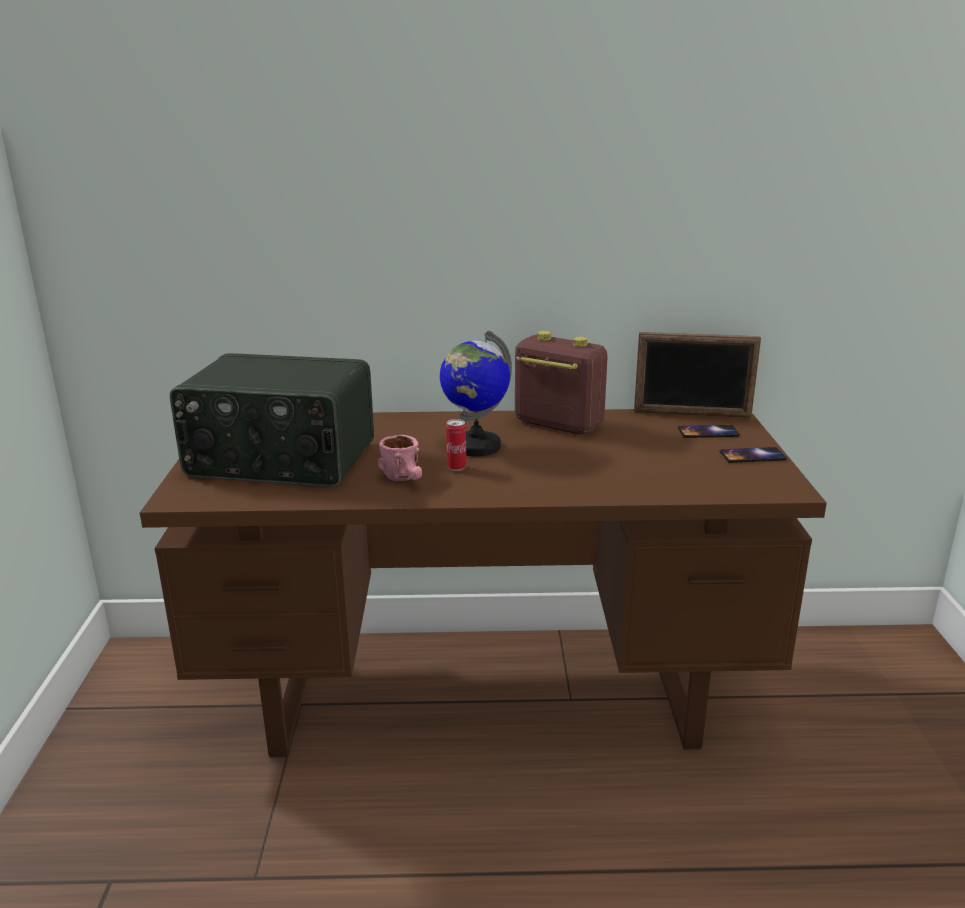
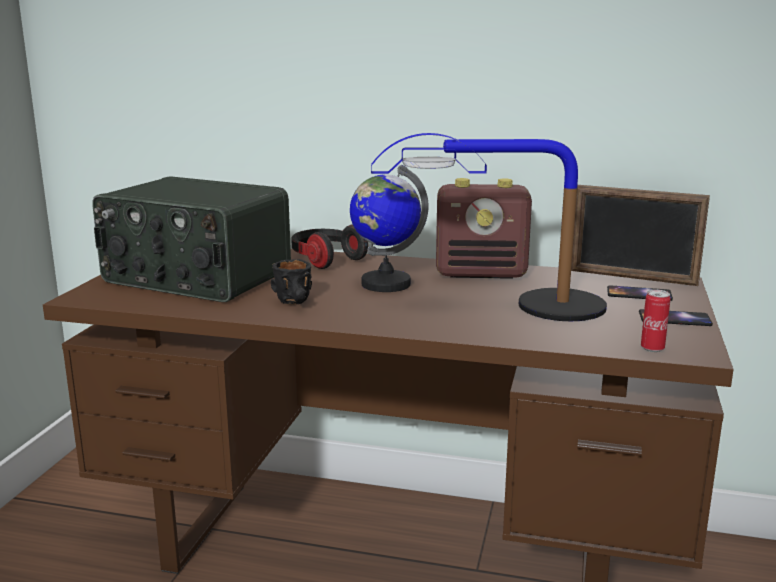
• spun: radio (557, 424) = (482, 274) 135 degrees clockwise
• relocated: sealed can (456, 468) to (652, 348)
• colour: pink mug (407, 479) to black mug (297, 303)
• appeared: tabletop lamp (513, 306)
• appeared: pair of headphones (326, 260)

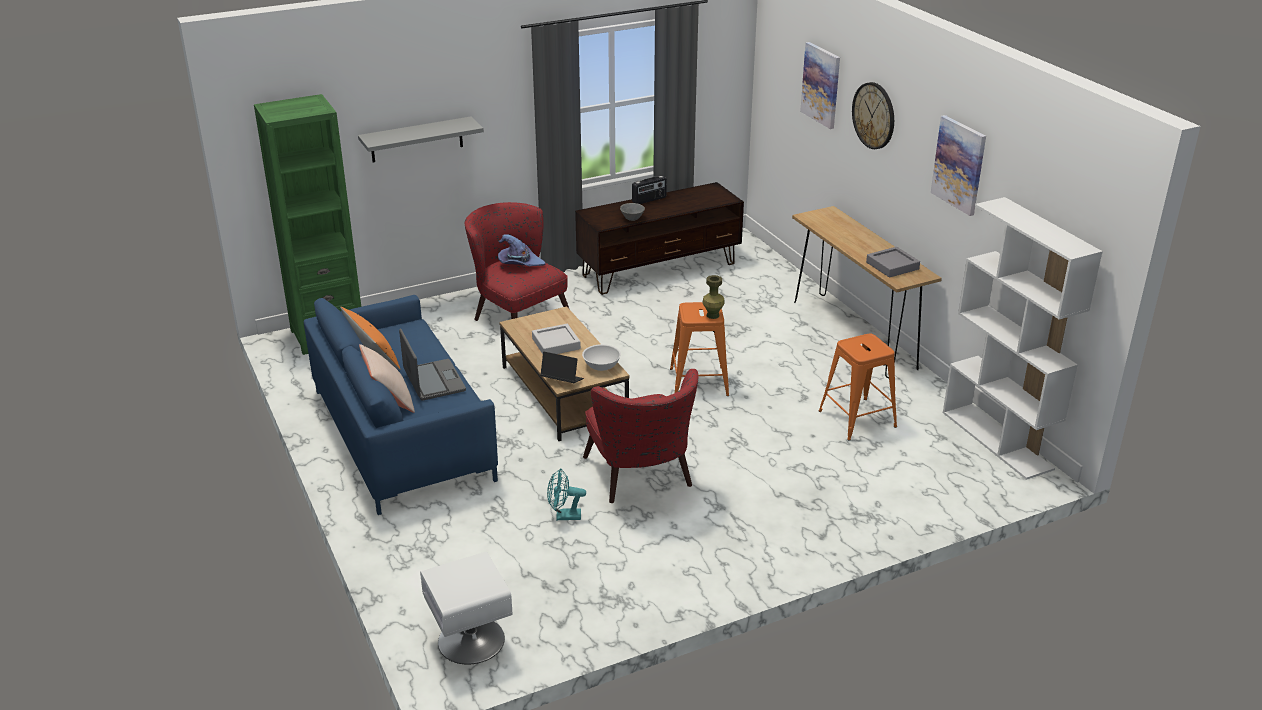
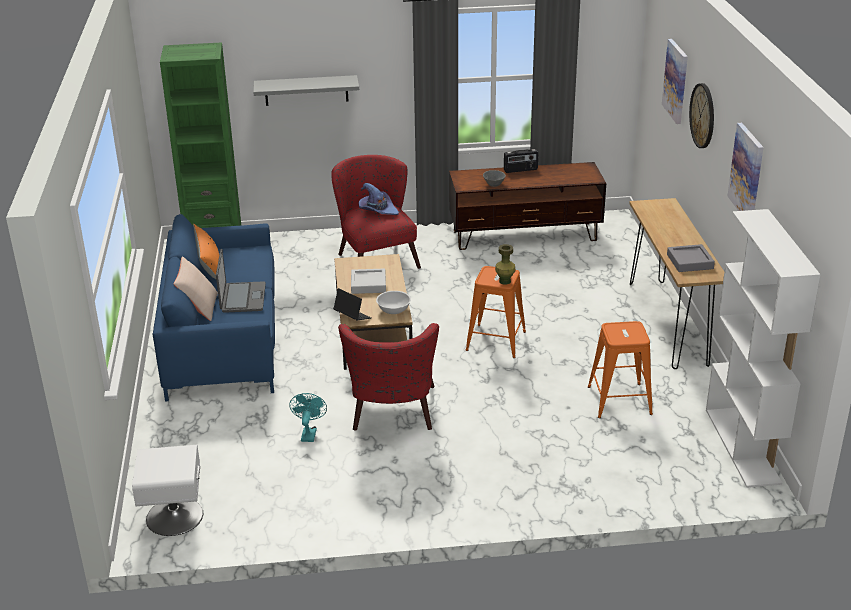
• spun: blue-green electric fan (564, 516) = (309, 433) 75 degrees clockwise

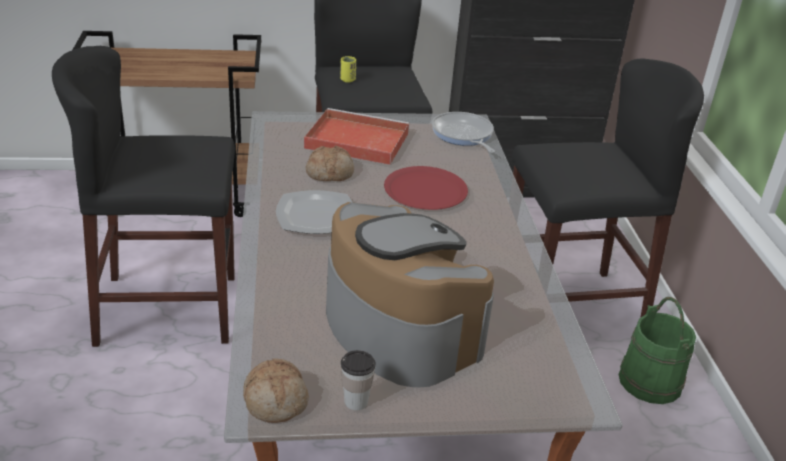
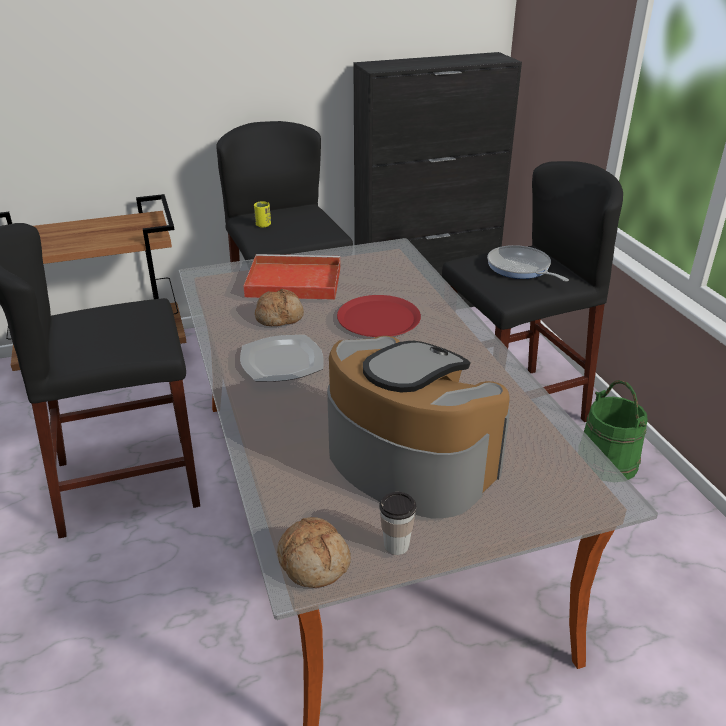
• relocated: pan (463, 135) to (520, 268)

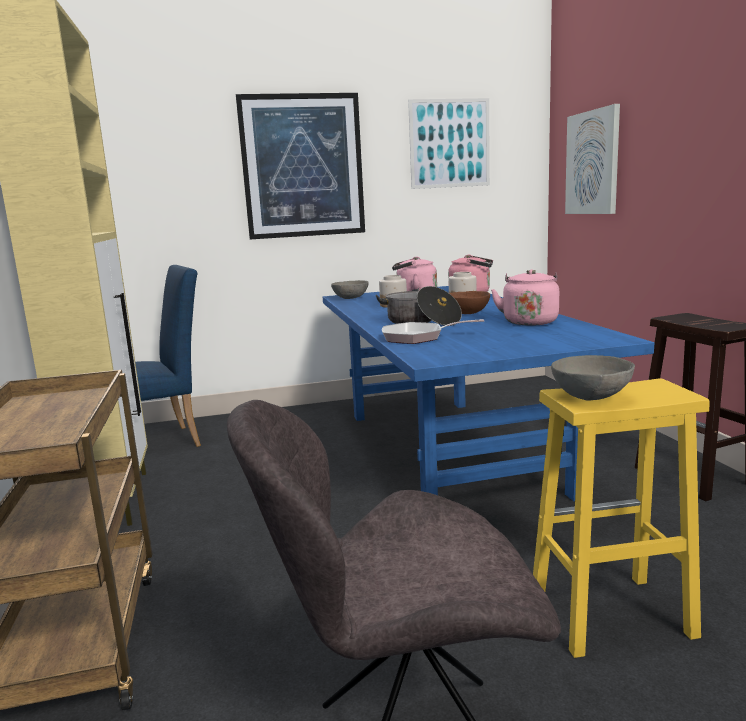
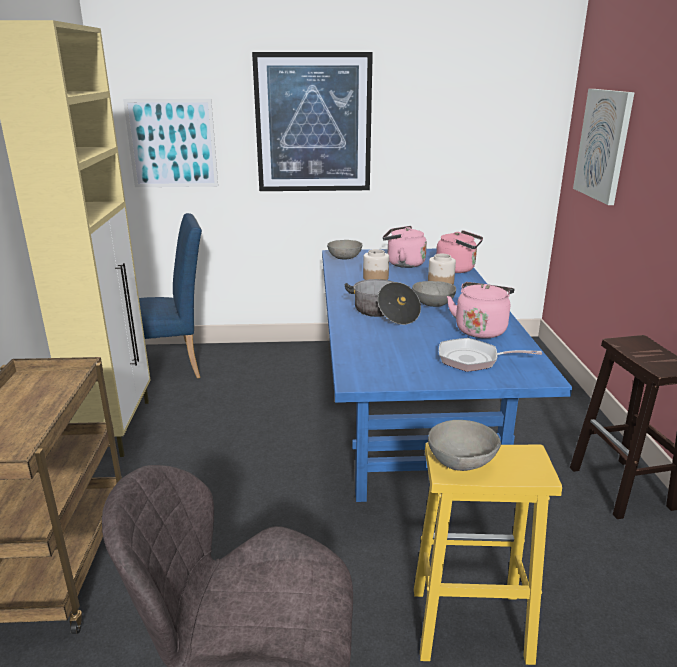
• relocated: wall art (449, 143) to (172, 143)
• colour: brown-coloured bowl (466, 313) to gray bowl (432, 304)
• relocated: pan (418, 337) to (473, 360)

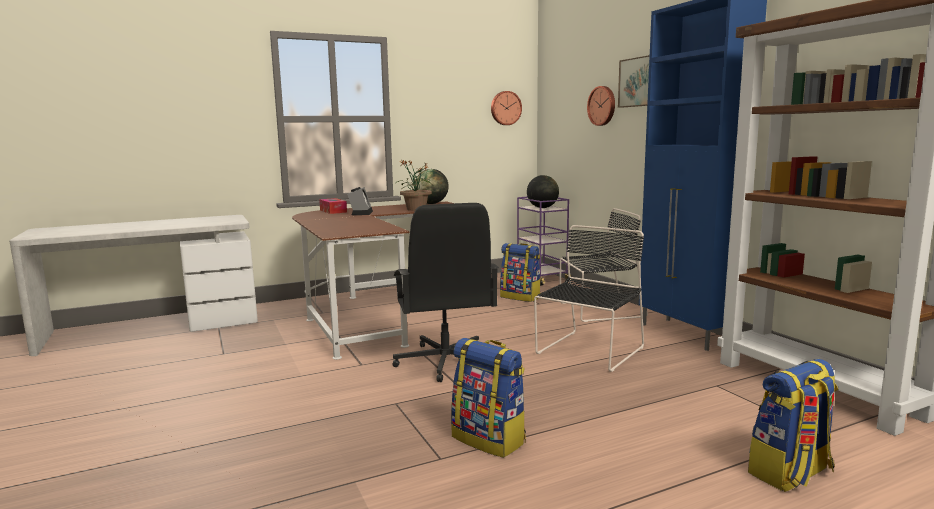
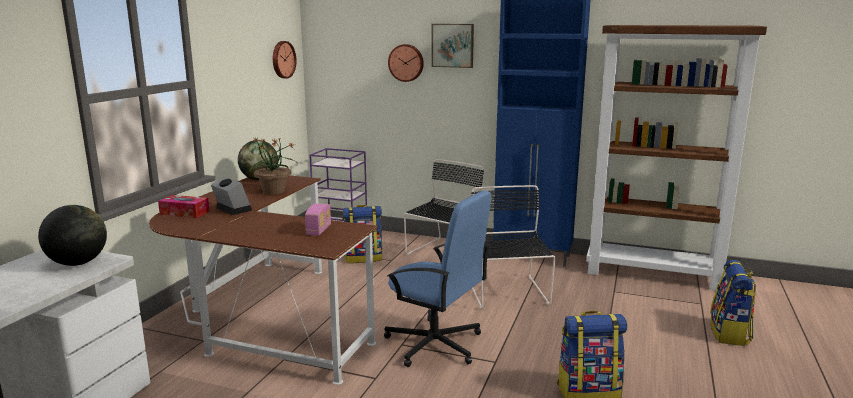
• relocated: globe (542, 208) to (78, 263)
• colour: black desk chair (445, 362) to blue desk chair (435, 344)
• appeared: radio (319, 230)

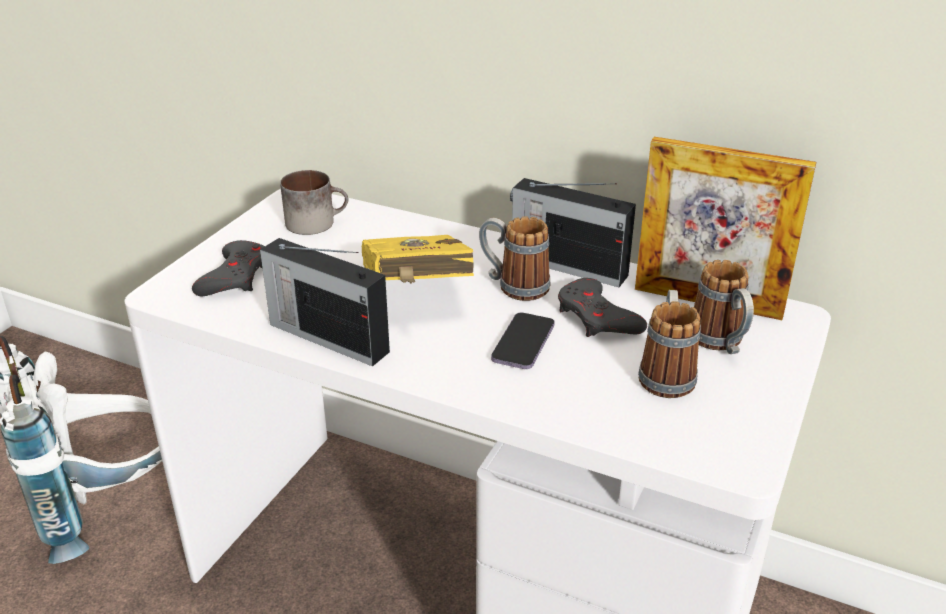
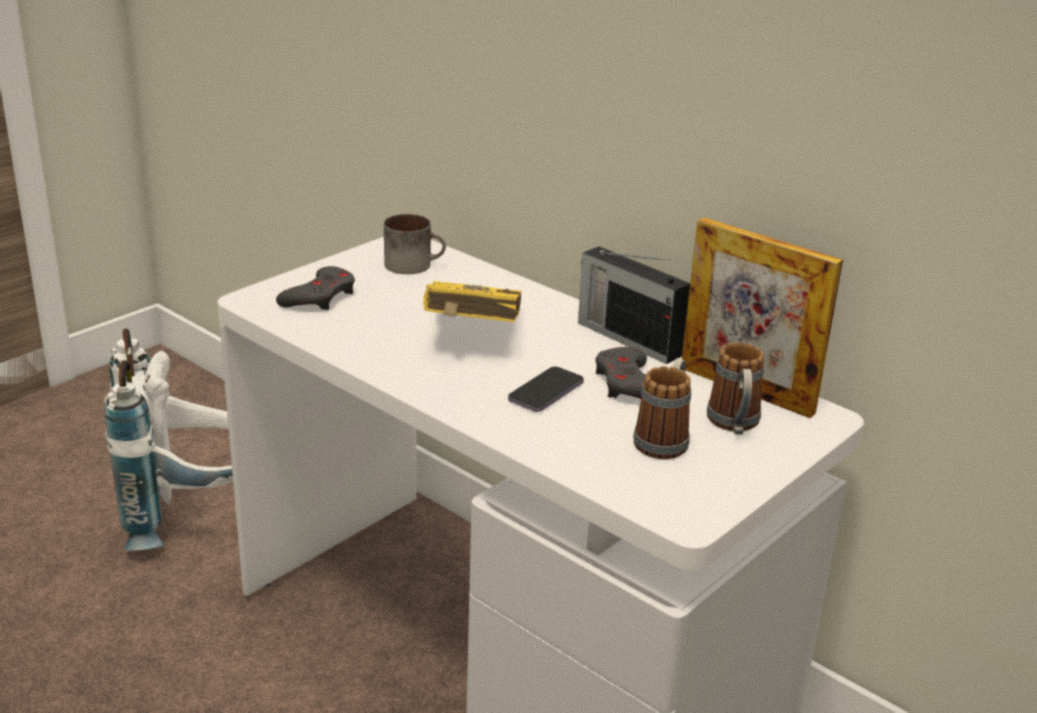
• missing: mug (513, 285)
• missing: radio (327, 337)

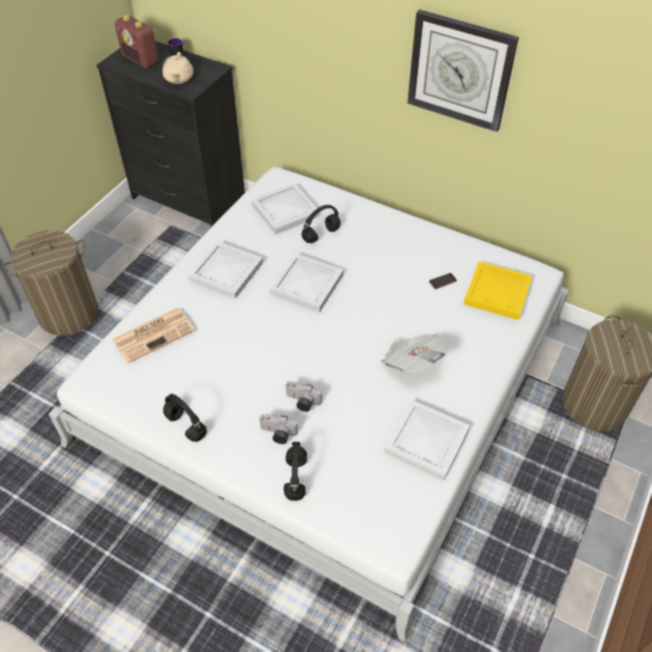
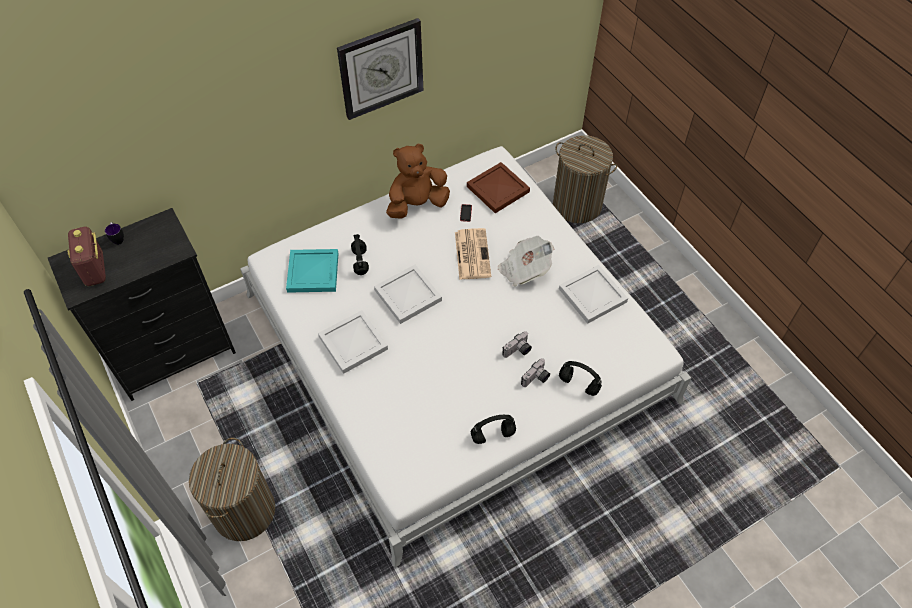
• spun: radio (141, 60) = (95, 270) 90 degrees clockwise
• missing: beige-coloured pot for tea (178, 78)
• colour: white-coloured serving tray (285, 211) to blue-green serving tray (314, 273)
• colour: yellow serving tray (496, 292) to brown-coloured serving tray (498, 190)
• relocated: newspaper (154, 334) to (472, 253)
• appeared: brown-coloured soft toy (417, 204)

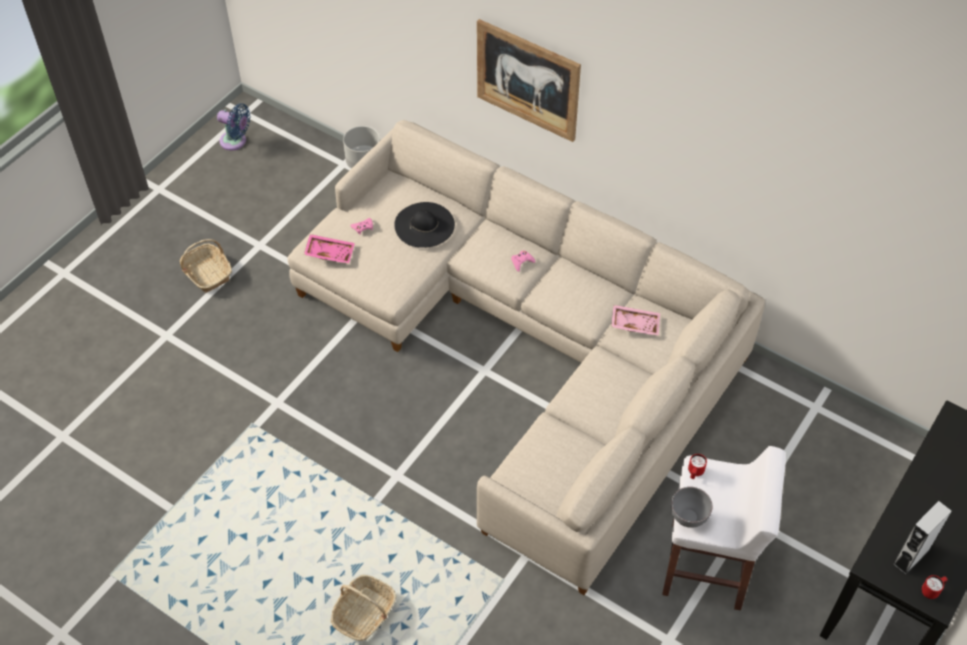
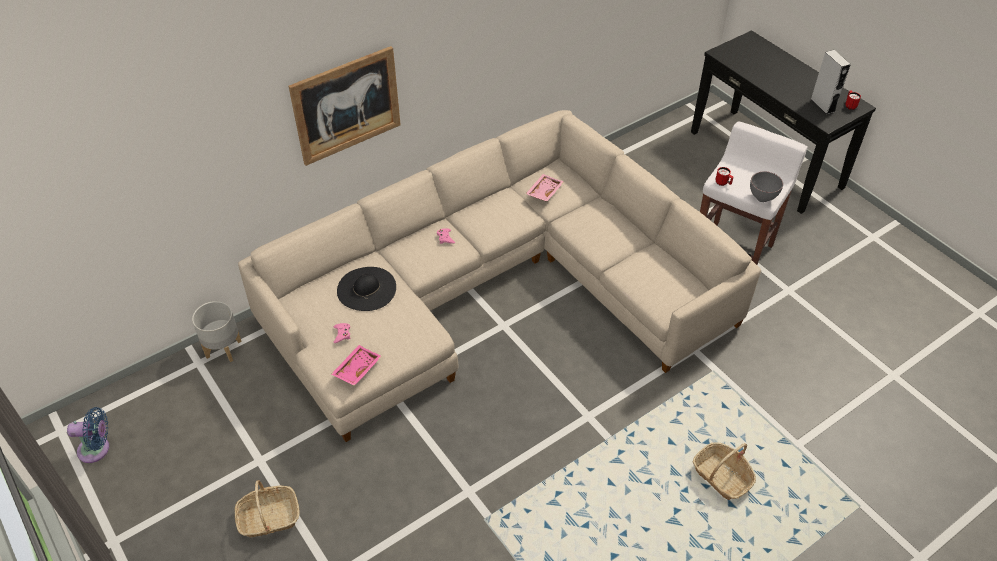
• spun: blue electric fan (235, 142) = (97, 449) 45 degrees clockwise

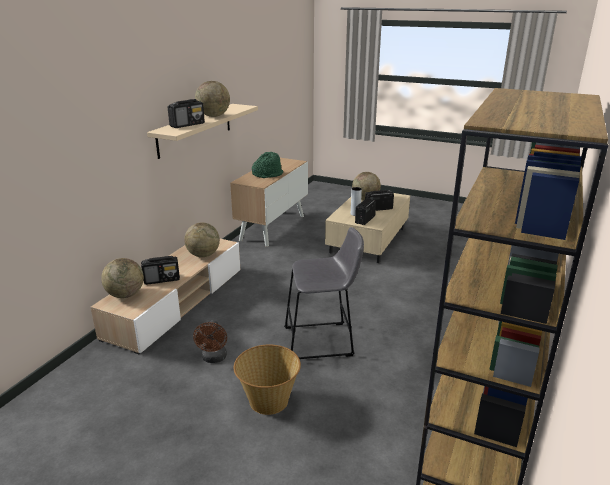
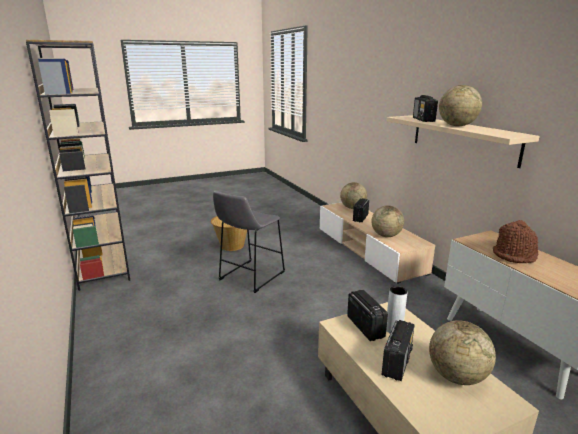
• colour: green-coloured wearable hat (267, 174) to brown-coloured wearable hat (514, 255)
• missing: brown-coloured electric fan (214, 358)

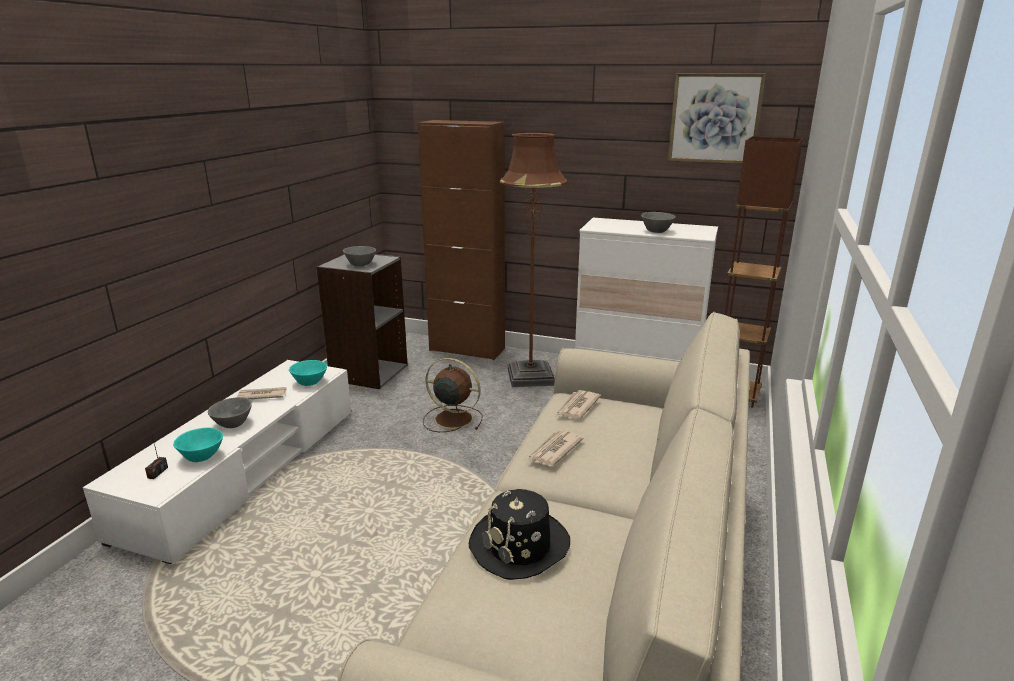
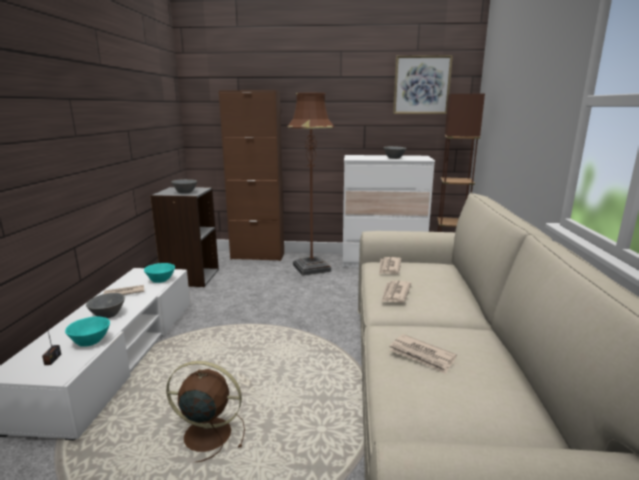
• relocated: brown-coloured electric fan (452, 419) to (205, 434)
• exchanged: black wearable hat (520, 545) to newspaper (422, 356)

